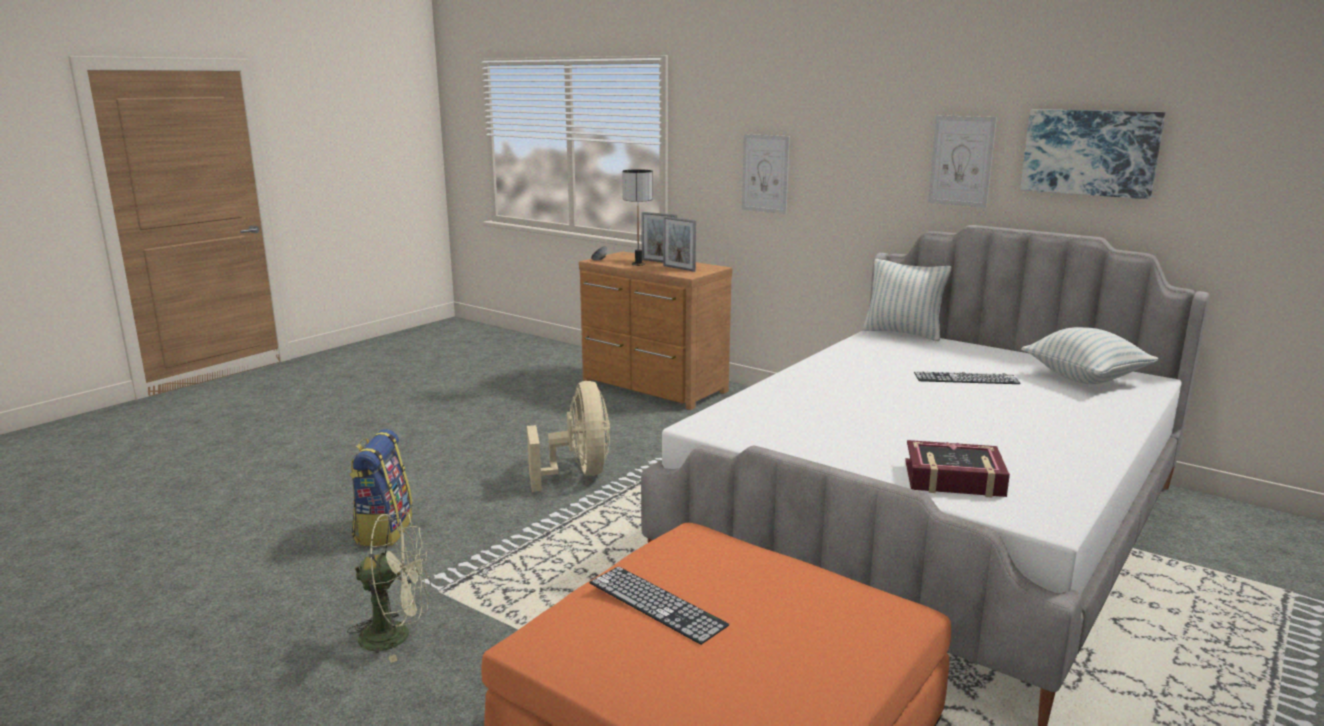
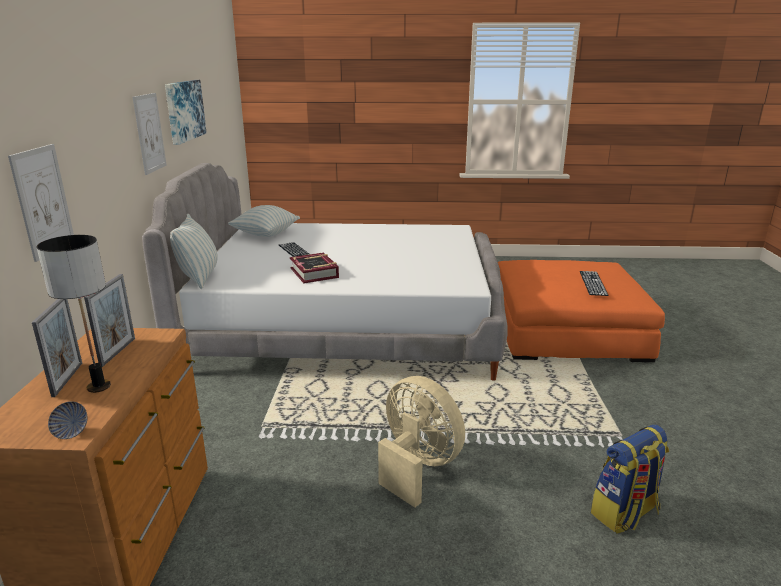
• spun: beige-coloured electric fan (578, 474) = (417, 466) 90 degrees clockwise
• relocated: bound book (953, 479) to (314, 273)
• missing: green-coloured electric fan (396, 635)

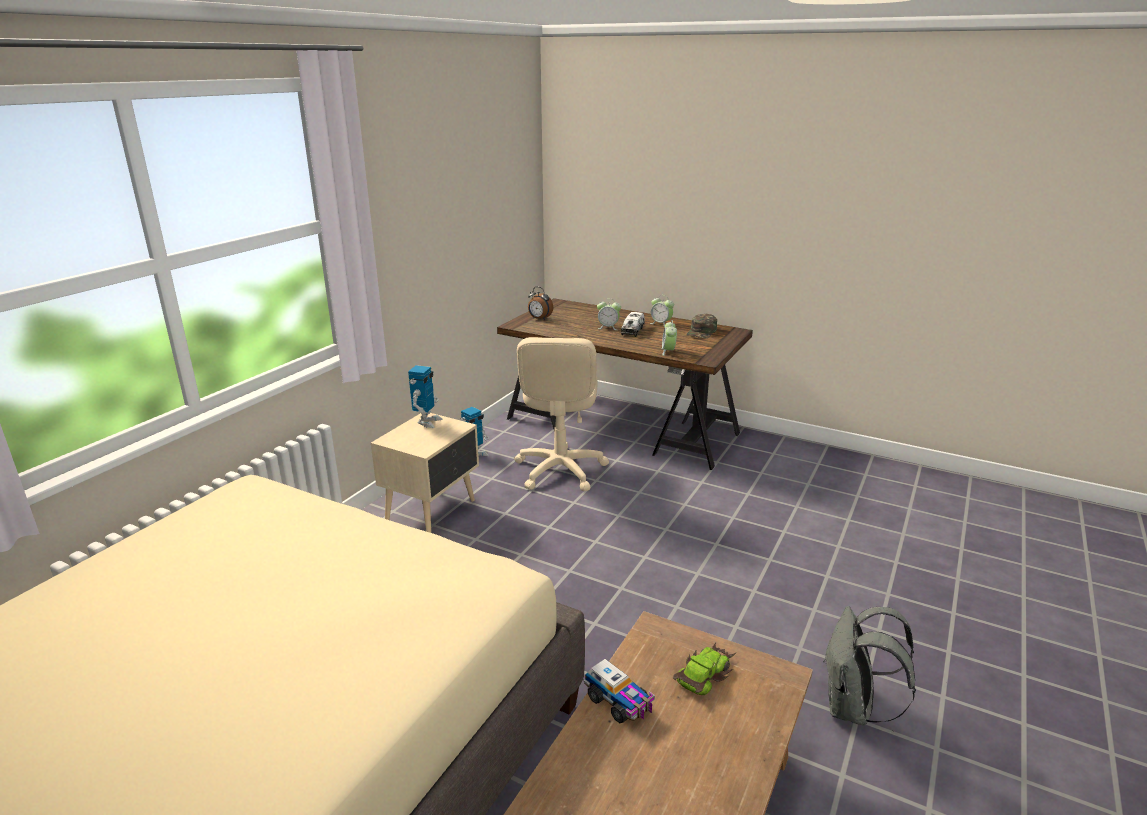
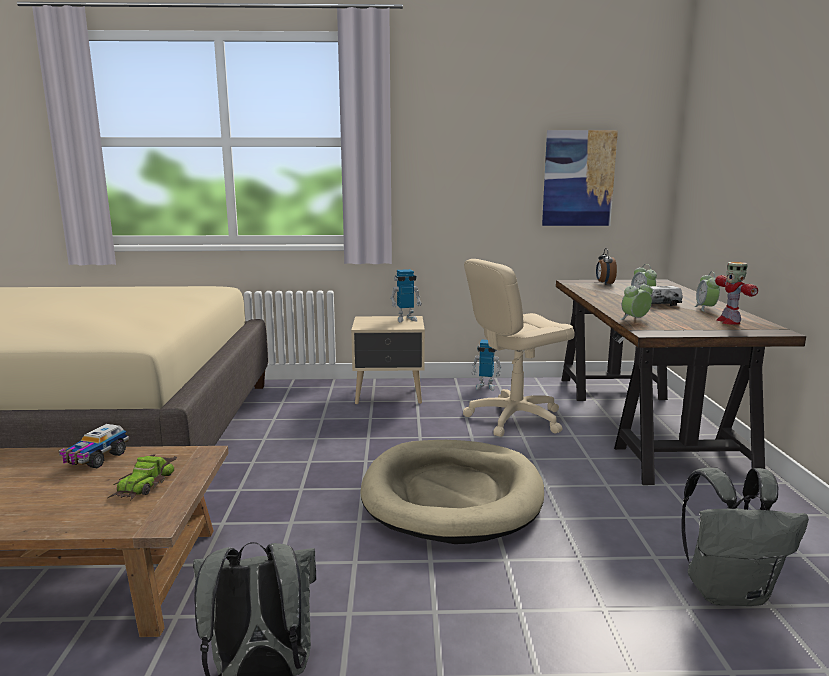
• exchanged: green-coloured cap (702, 332) to toy robot (728, 321)
• spun: miniature car (704, 673) = (145, 484) 90 degrees clockwise
• appeared: wall art (578, 178)
• appeared: beige-coloured dog bed (452, 495)
• appeared: gray knapsack (728, 592)

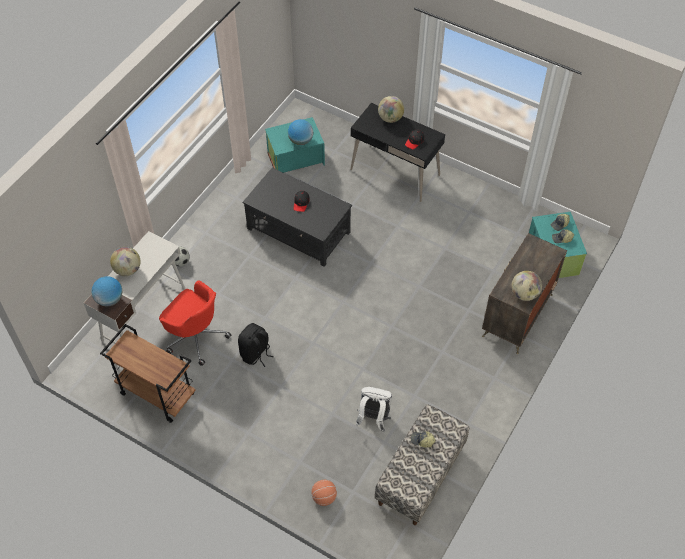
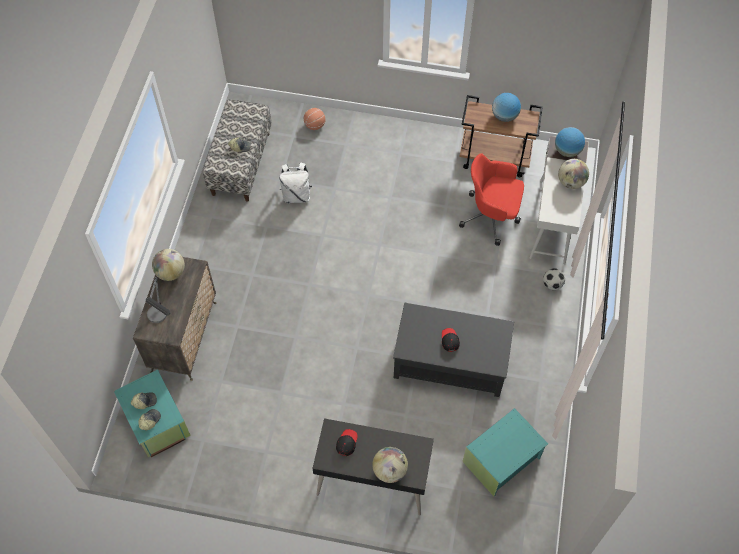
• relocated: globe (301, 141) to (504, 116)
• missing: black knapsack (256, 354)
• appeared: tabletop lamp (161, 318)

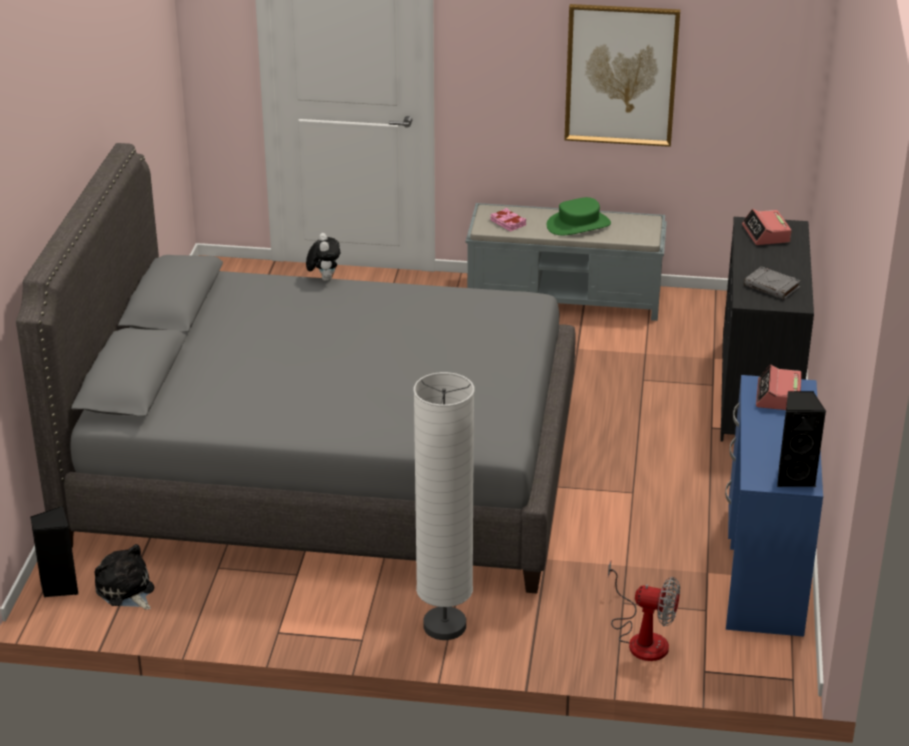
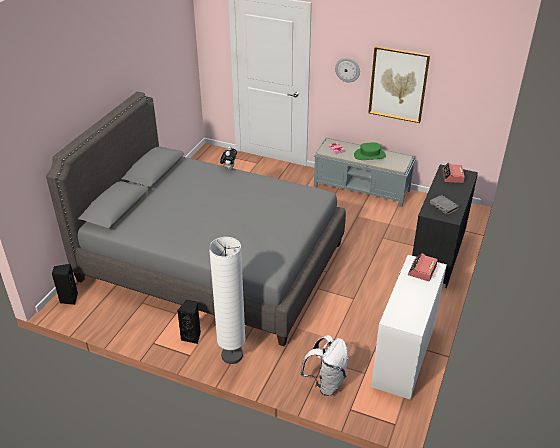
• colour: blue desk unit (765, 569) to white-coloured desk unit (404, 355)
• relocated: black loudspeaker (794, 477) to (192, 336)
• missing: soft toy (126, 591)
• exchanged: electric fan (642, 638) to white-coloured knapsack (326, 382)
• appeared: hanging clock (347, 69)

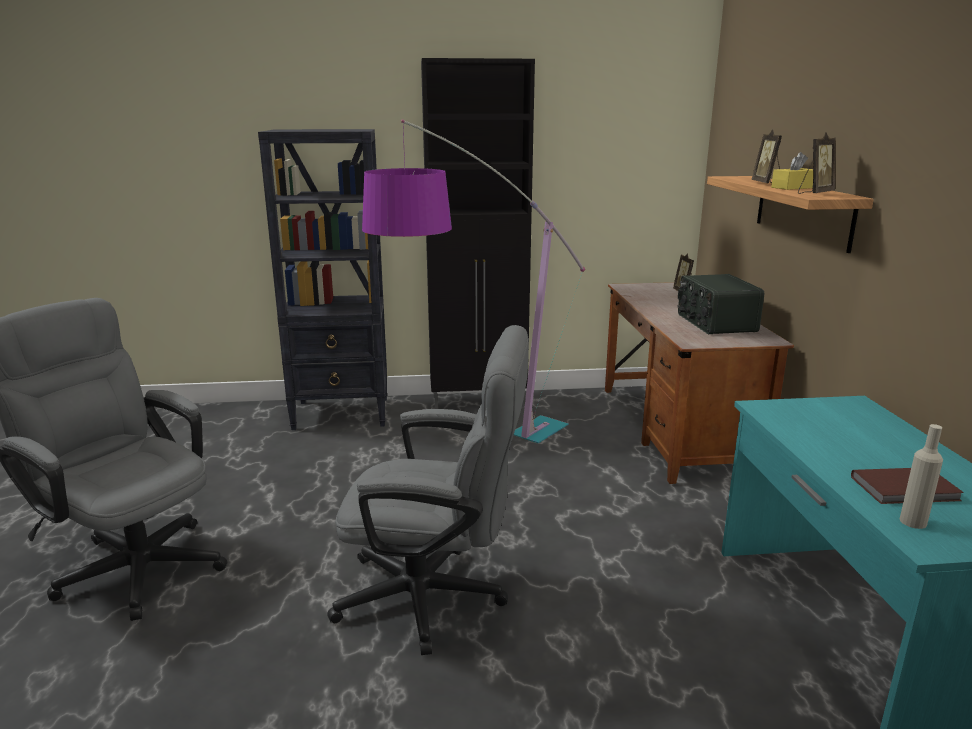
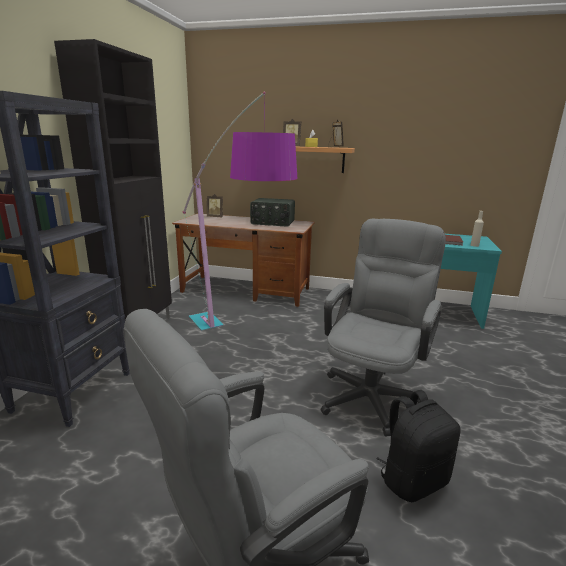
• appeared: black knapsack (413, 479)

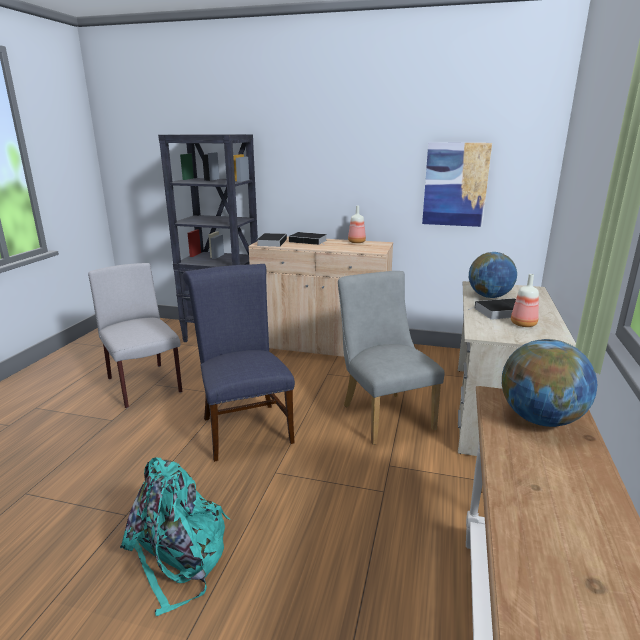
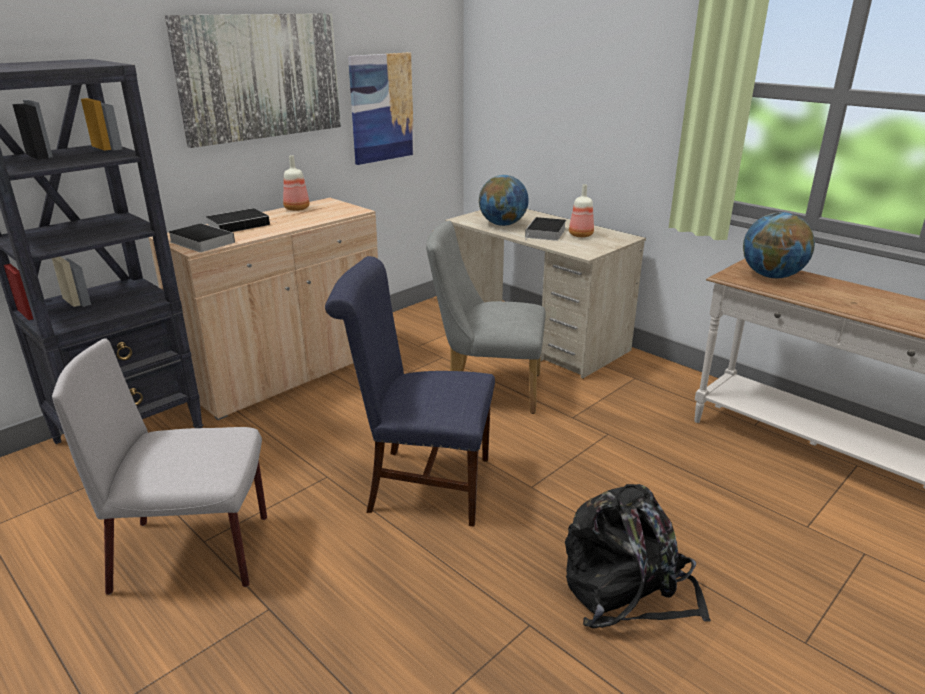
• colour: blue-green knapsack (179, 555) to black knapsack (627, 590)
• appeared: wall art (261, 77)

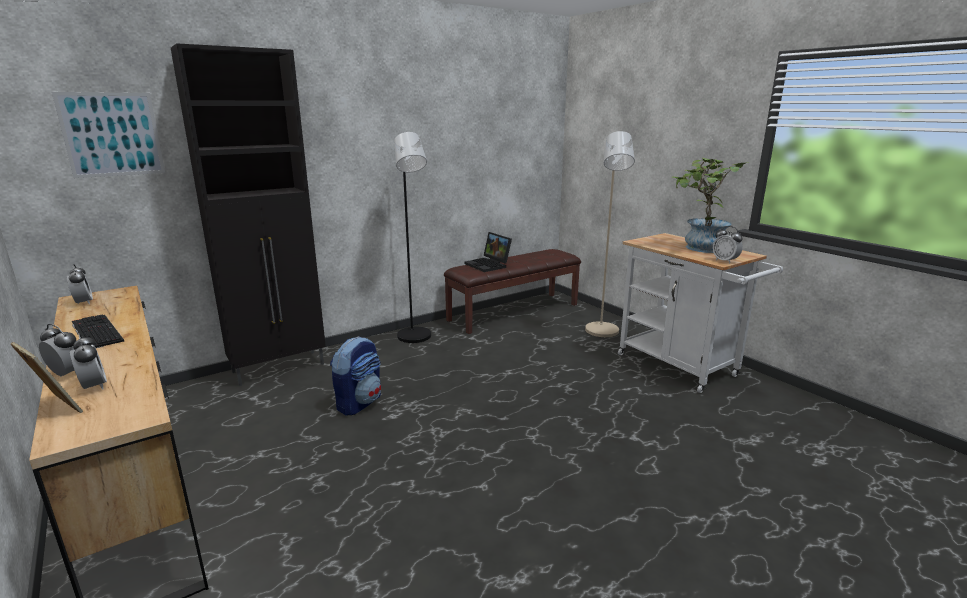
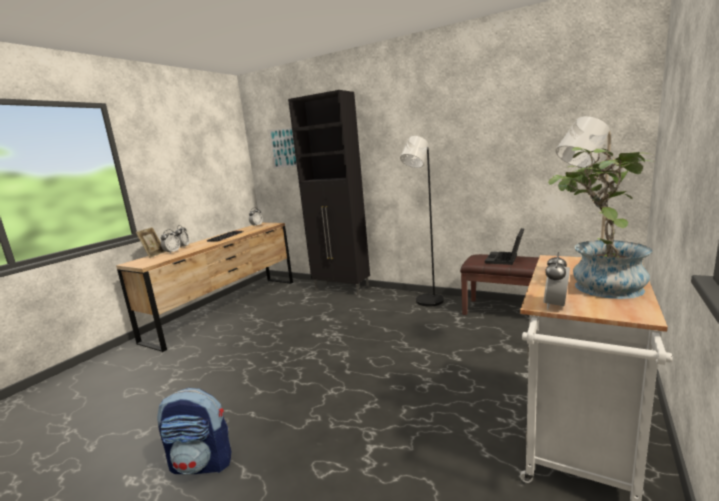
• relocated: knapsack (359, 403) to (202, 463)

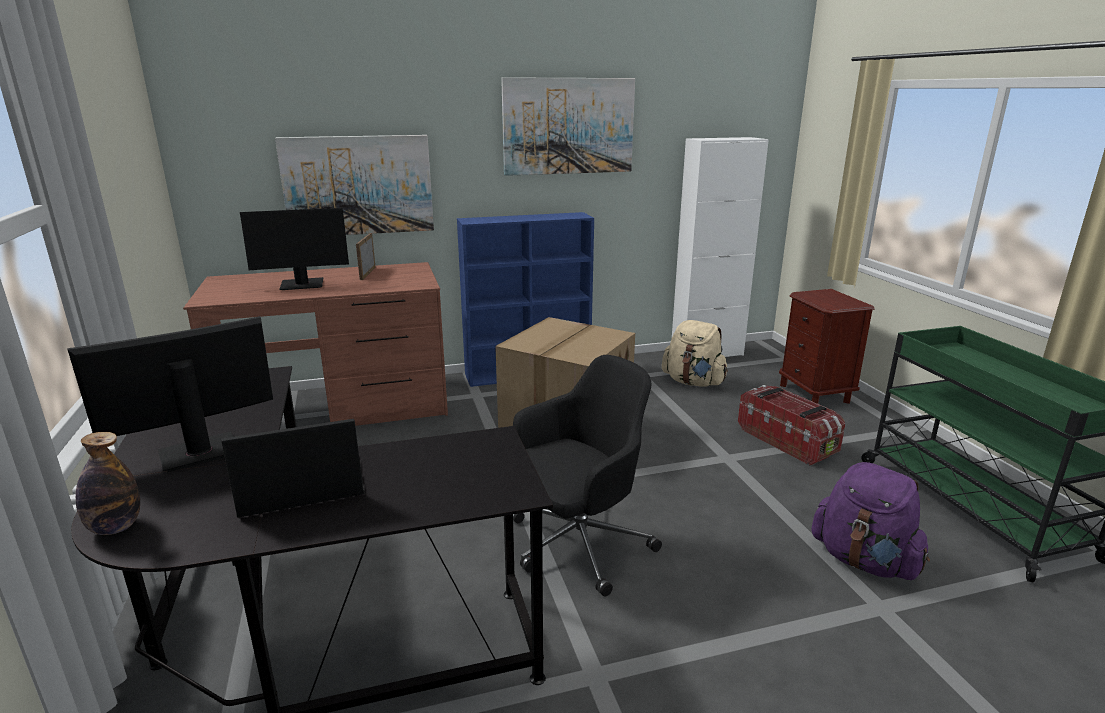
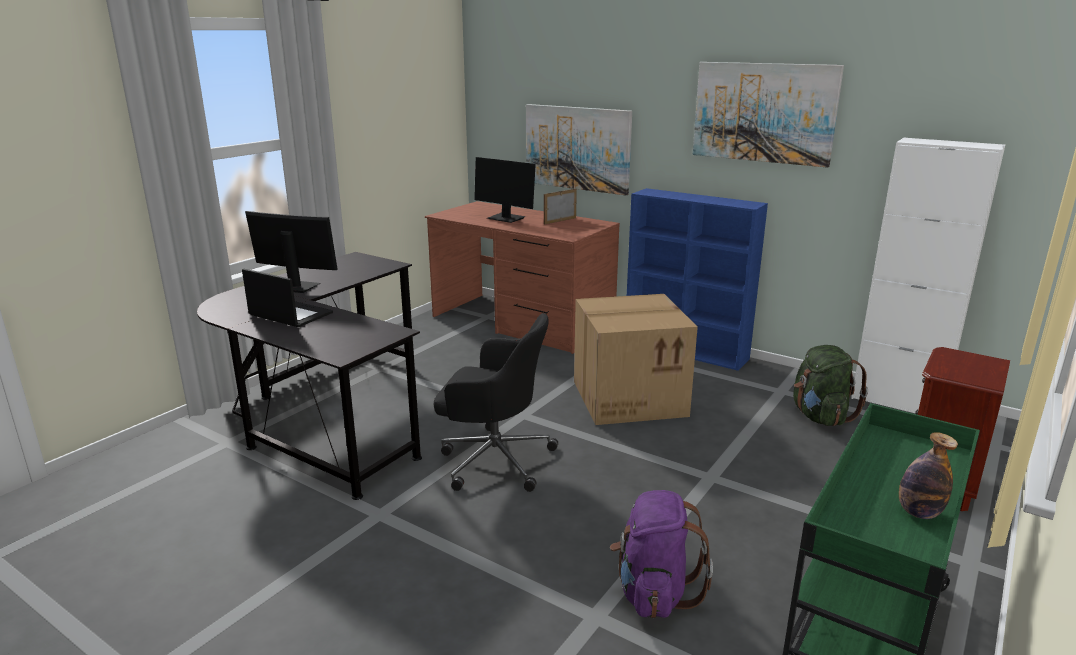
• colour: beige-coloured knapsack (693, 382) to green-coloured knapsack (820, 416)
• missing: storage container (787, 441)
• relocated: beverage bottle (115, 527) to (918, 512)

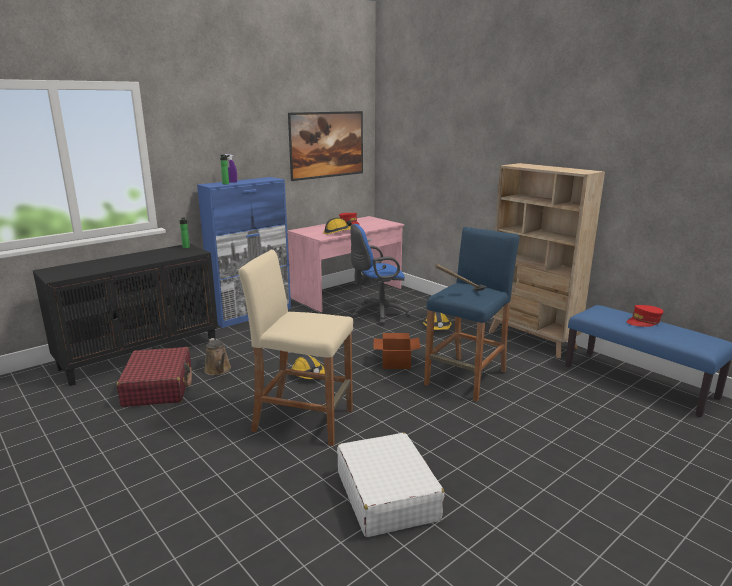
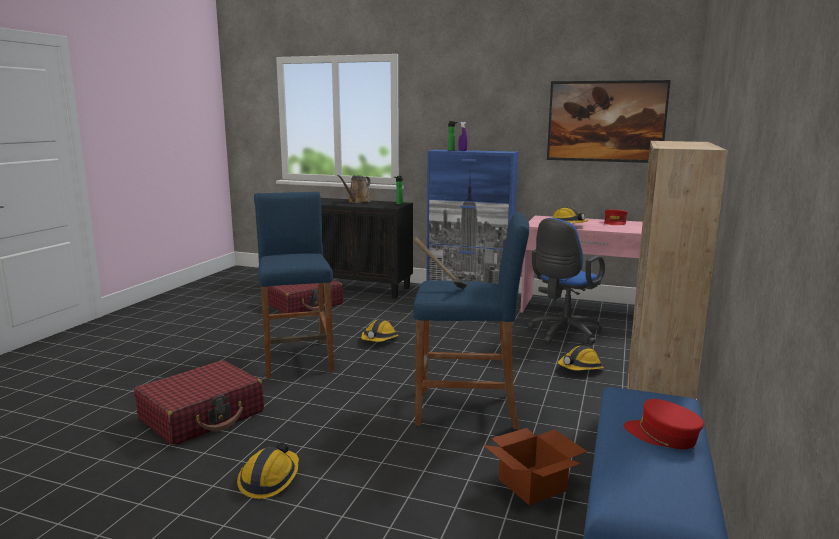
• spun: blue desk chair (377, 314) = (562, 334) 90 degrees counterclockwise
• colour: beige-coloured sitting stool (303, 420) to blue sitting stool (298, 358)
• relocated: cardboard box (396, 362) to (534, 485)
• relocated: brown-coloured sprinkling can (218, 370) to (357, 201)
• colour: white-coloured suitcase (387, 495) to reddish suitcase (202, 416)
• appeared: work helmet (270, 479)

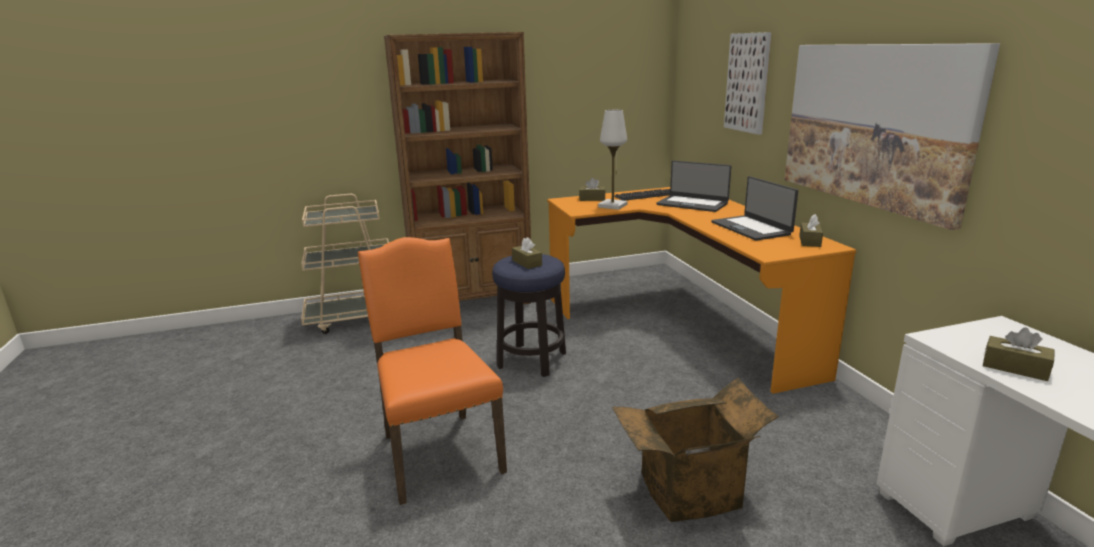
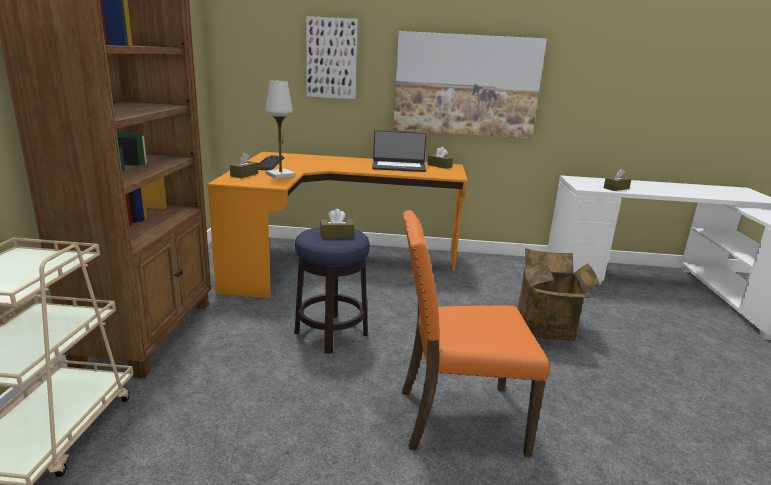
• missing: laptop (692, 204)

